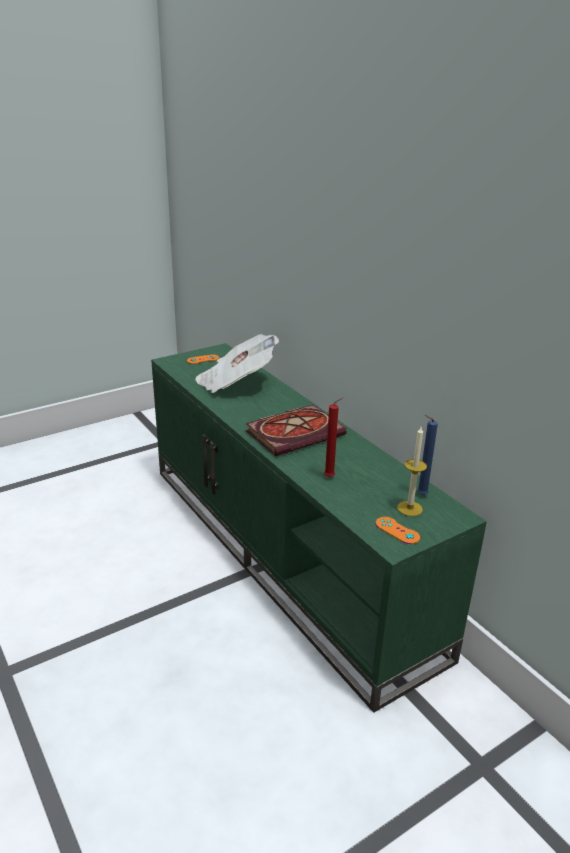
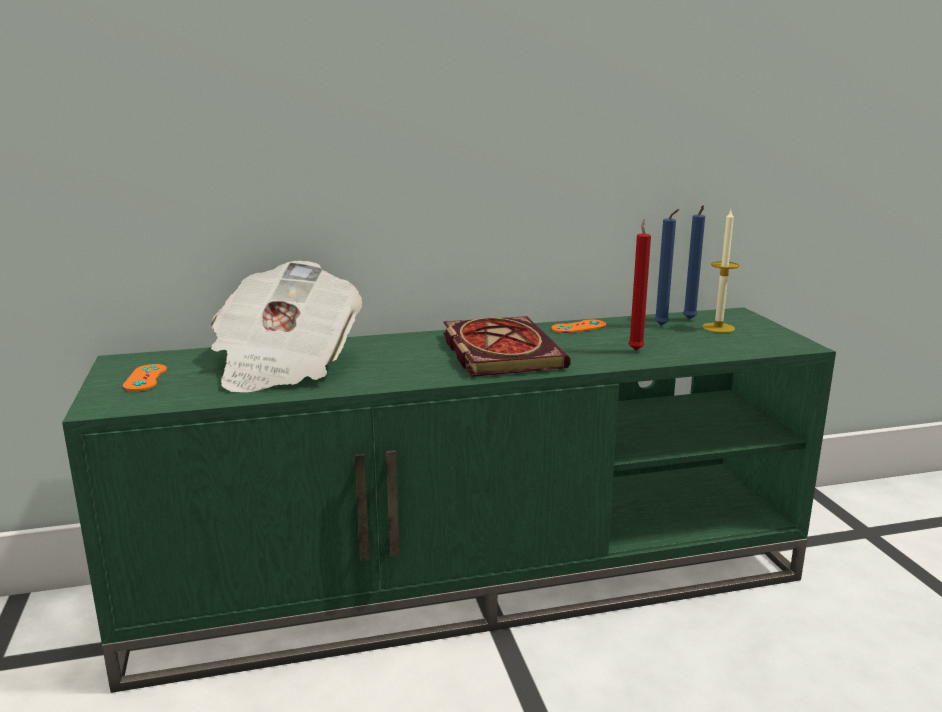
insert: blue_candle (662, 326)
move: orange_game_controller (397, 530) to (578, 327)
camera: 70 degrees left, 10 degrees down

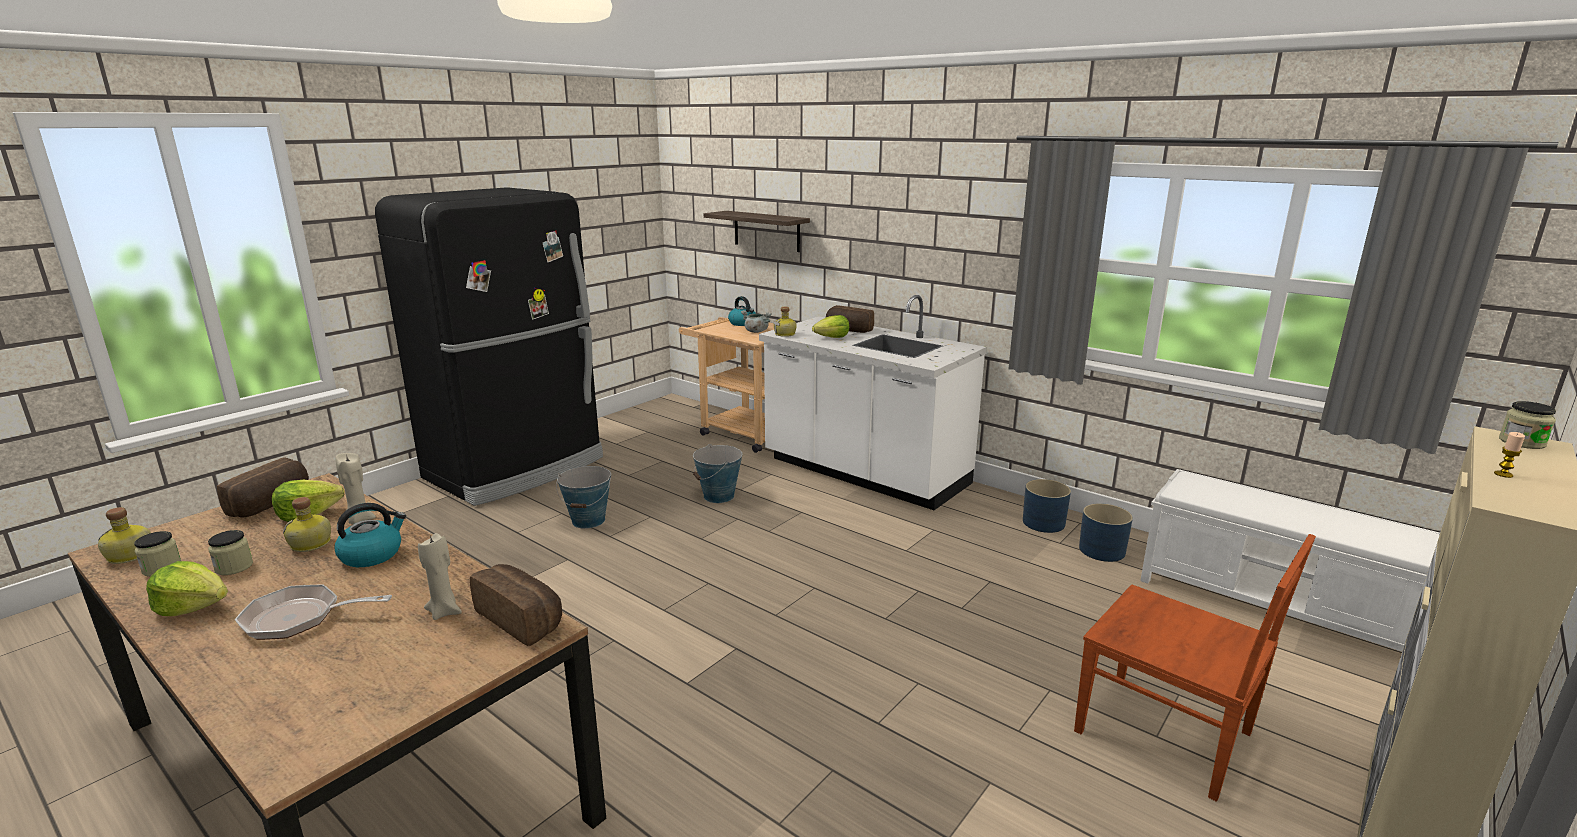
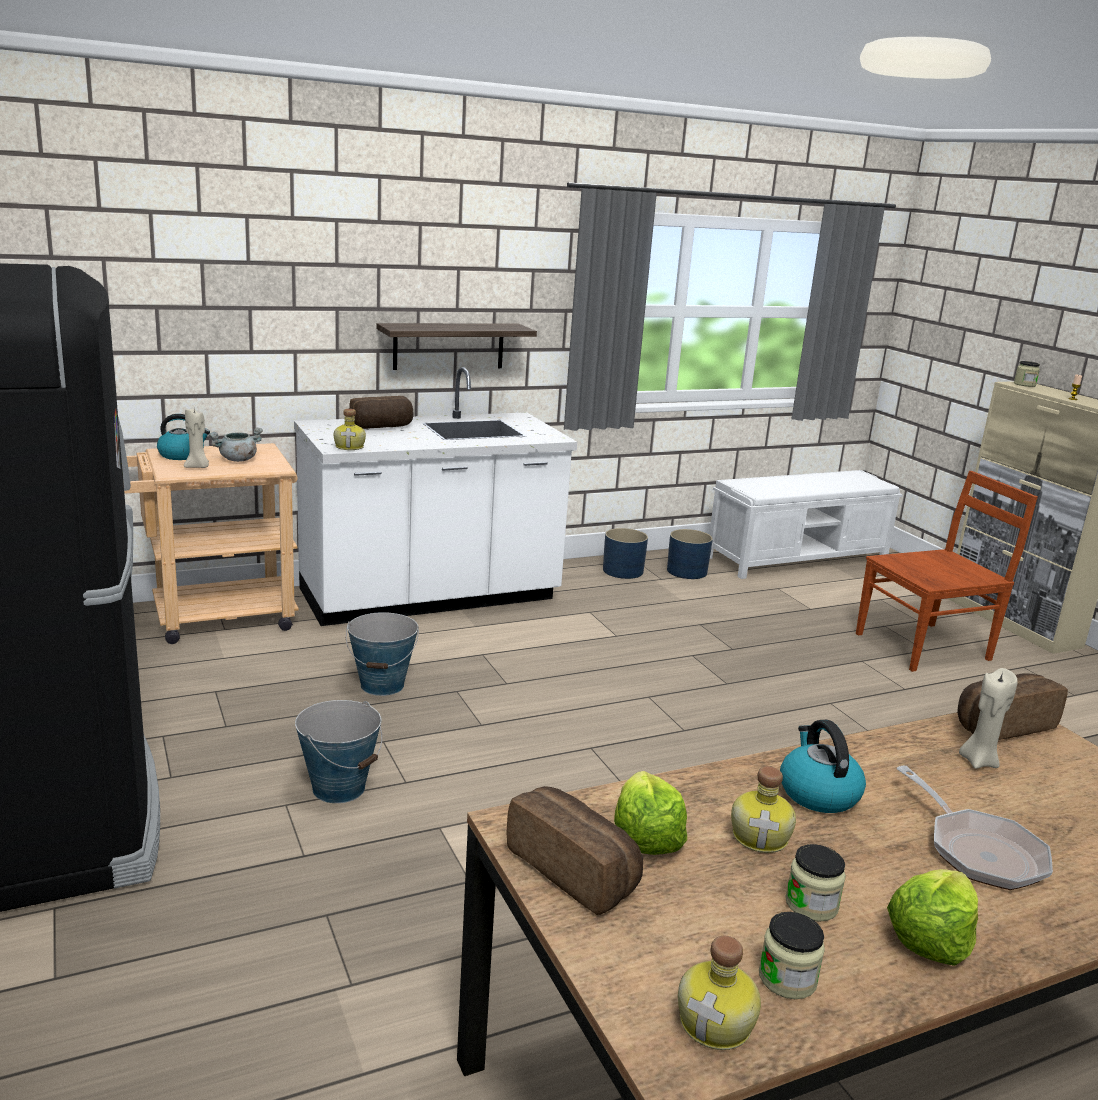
delete: lettuce (832, 338)
move: beige_candle (359, 520) to (198, 467); shelf (766, 231) to (449, 346)
rotate: frying_pan (299, 618) = (978, 851) 45 degrees counterclockwise
camera: 65 degrees left, 0 degrees up

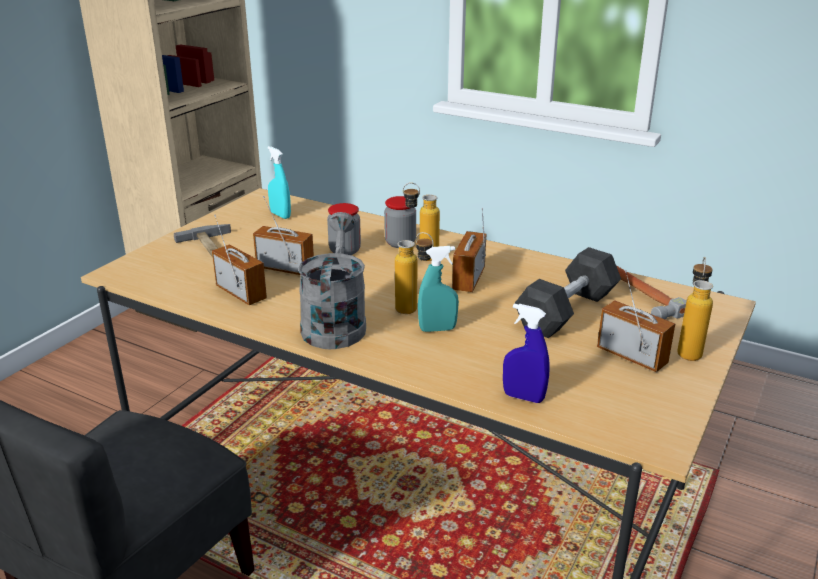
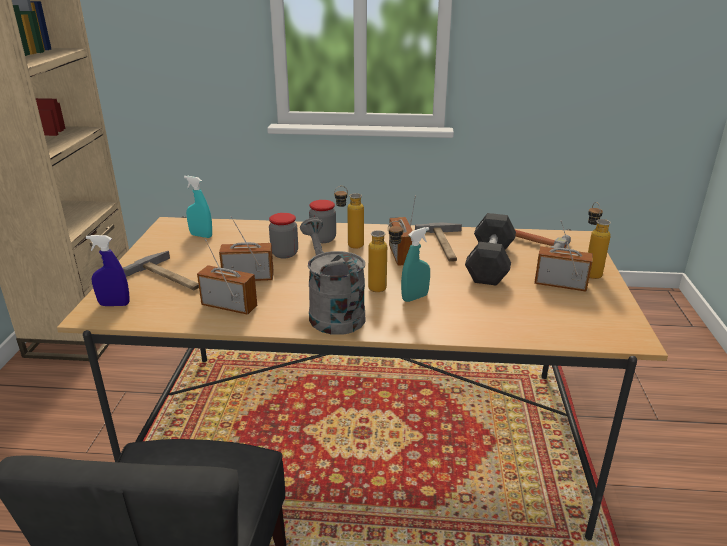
insert: hammer (445, 245)
move: blue_spray_bottle (523, 397) to (114, 304)
camera: 25 degrees left, 0 degrees up

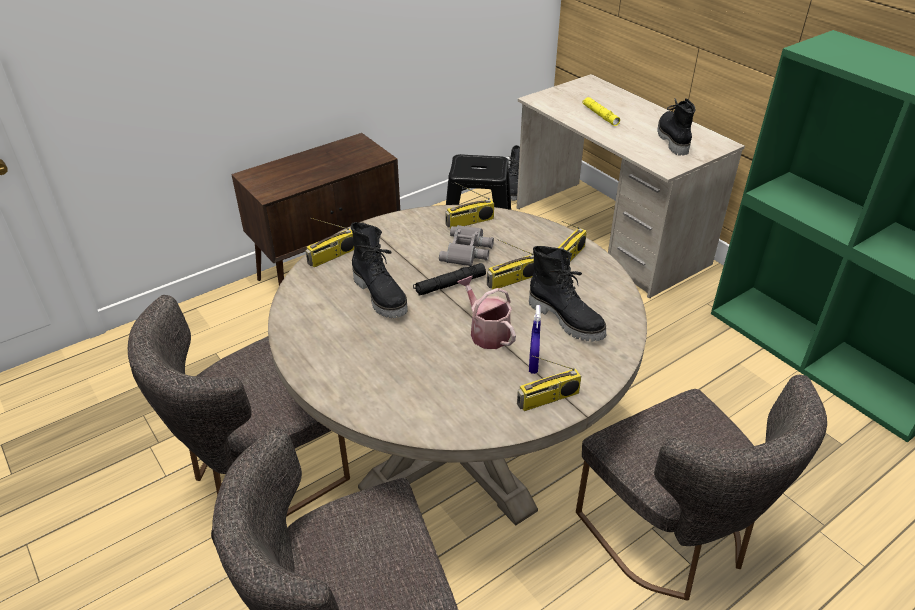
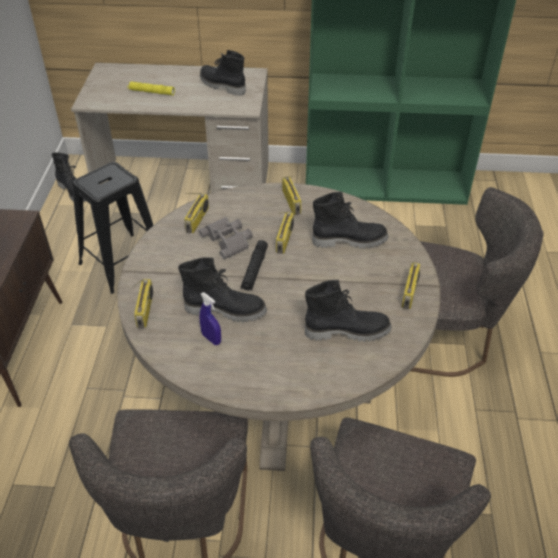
delete: watering_can (486, 332)
insert: black_boot (347, 330)
move: blue_spray_bottle (533, 365) to (211, 339)
camera: 50 degrees left, 5 degrees up

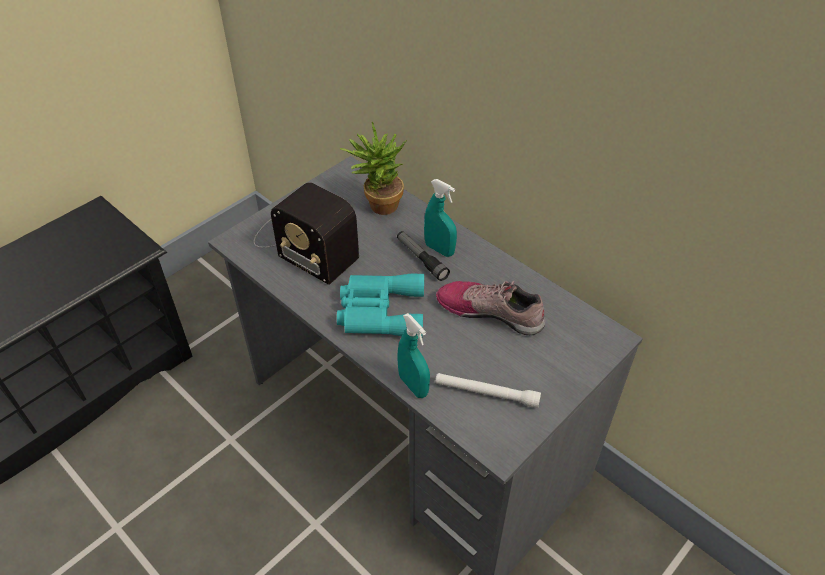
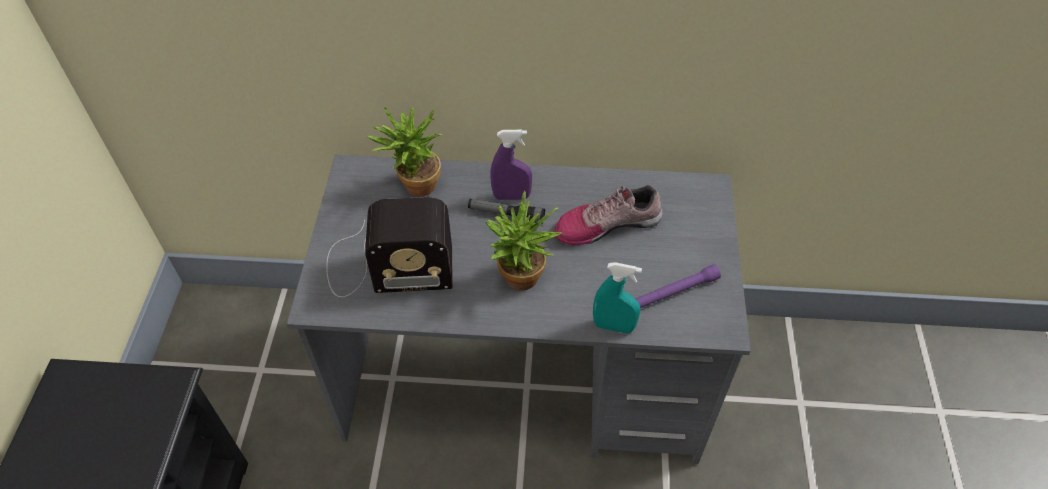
replace: turquoise_binoculars (379, 311) to potted_plant (520, 283)
recolor: turquoise_spray_bottle (439, 249) to purple_spray_bottle (511, 196); white_flashlight (486, 393) to purple_flashlight (672, 293)
camera: 40 degrees left, 5 degrees up

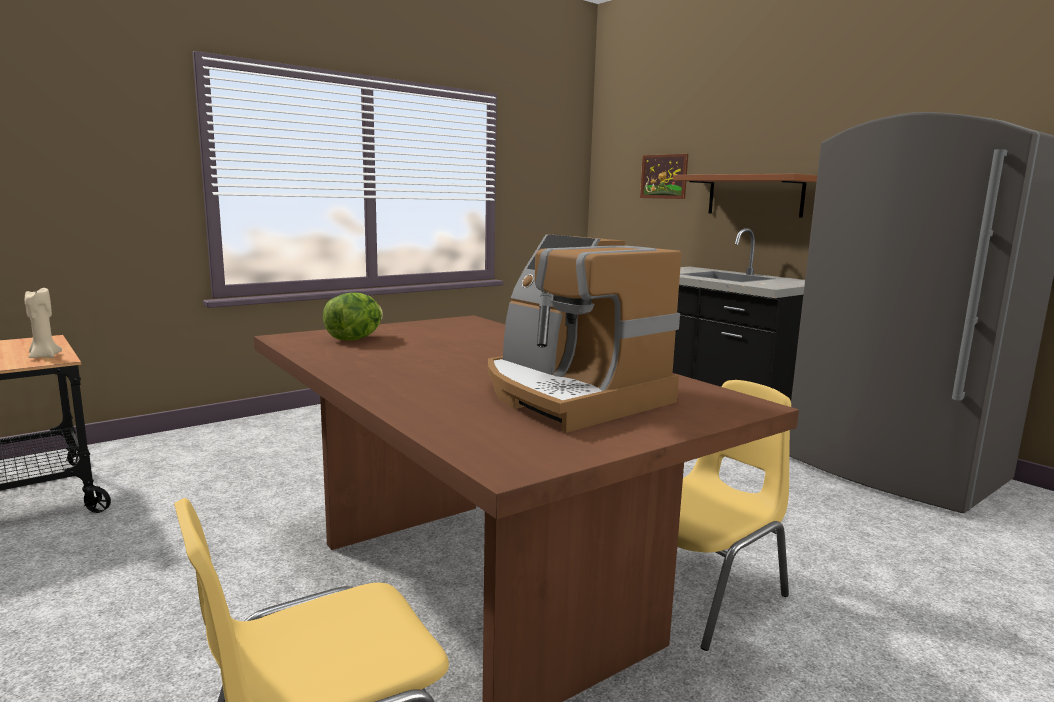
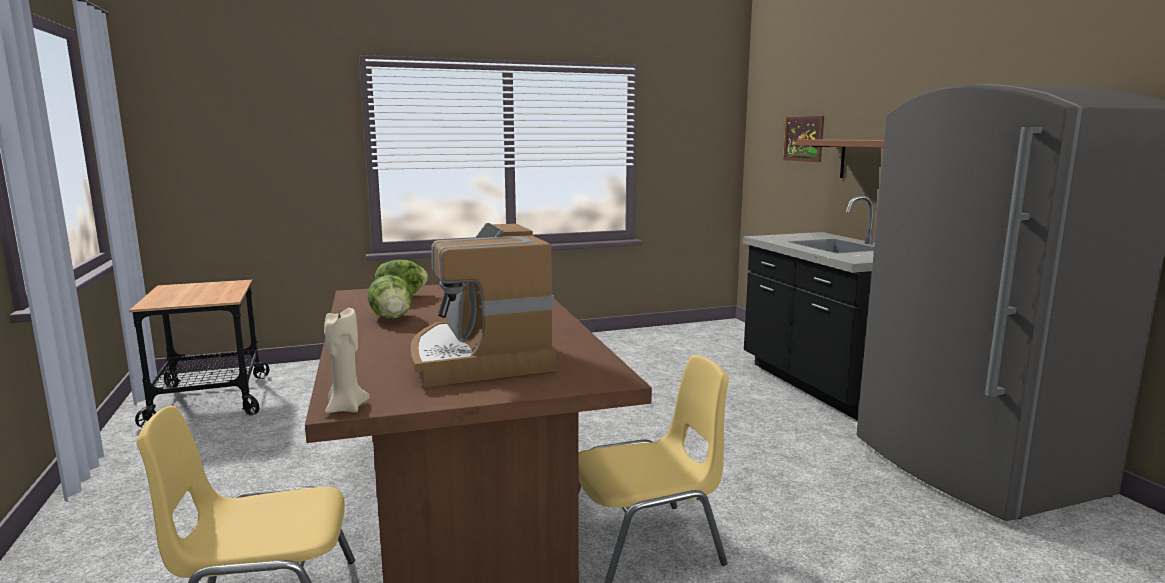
insert: lettuce (392, 318)
move: beige_candle (44, 356) to (346, 408)
camera: 20 degrees right, 0 degrees up

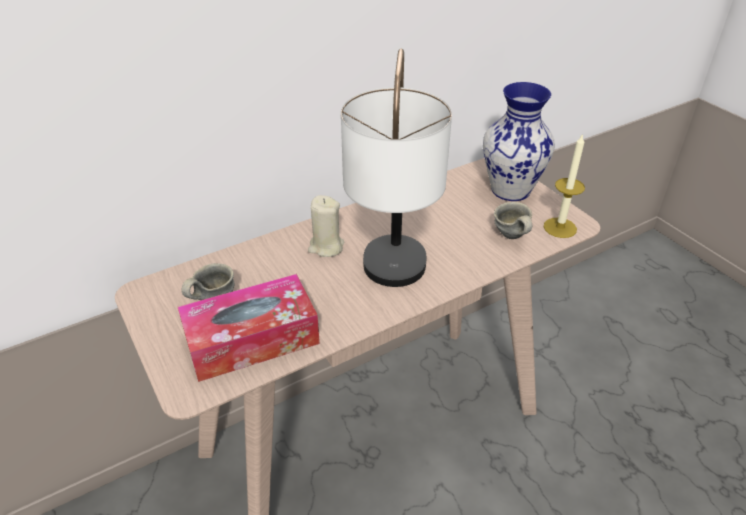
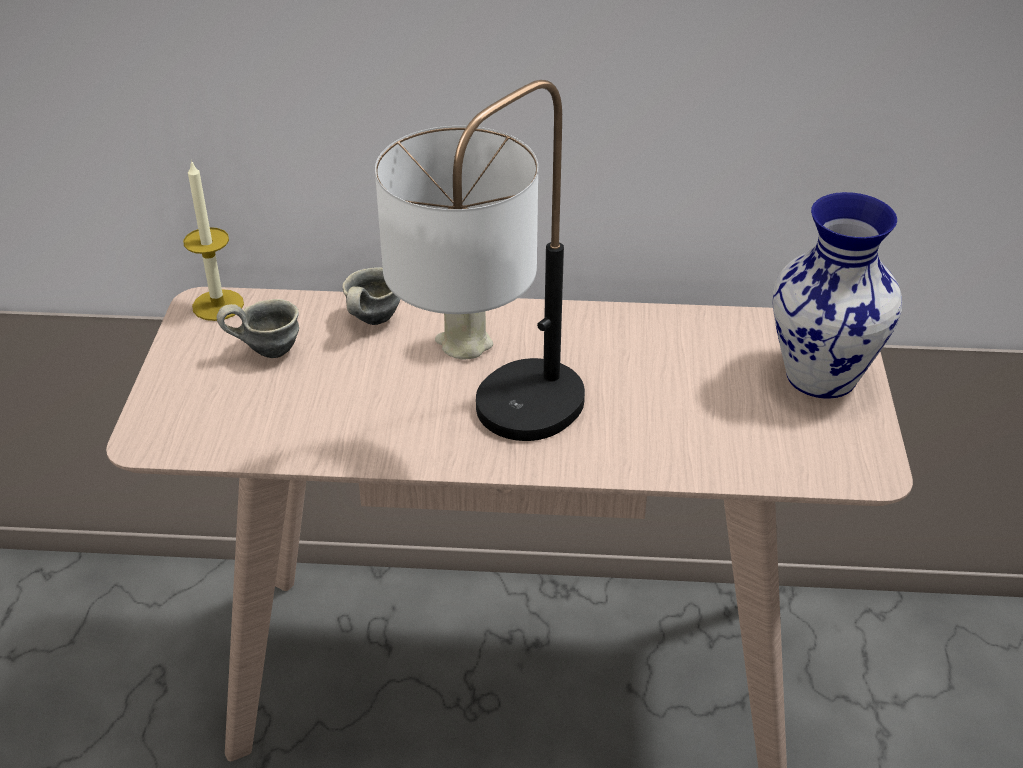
delete: tissue_box (252, 340)
move: candle (560, 228) to (218, 305); grey_mug (510, 237) to (369, 321)
camera: 35 degrees right, 0 degrees up

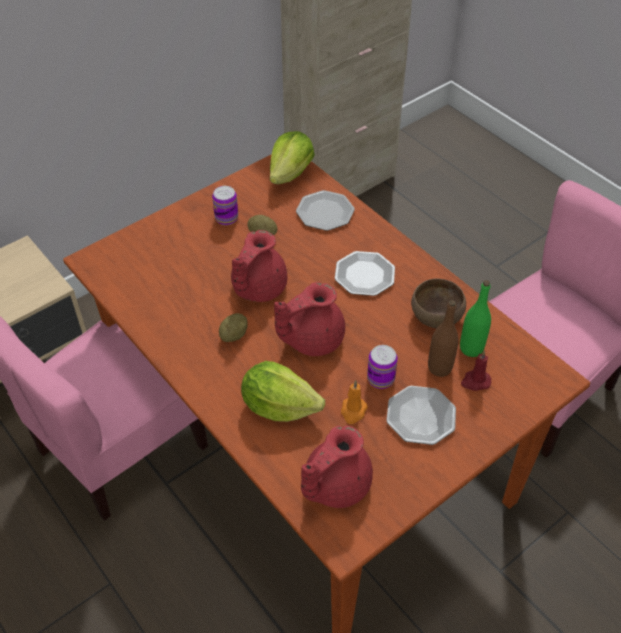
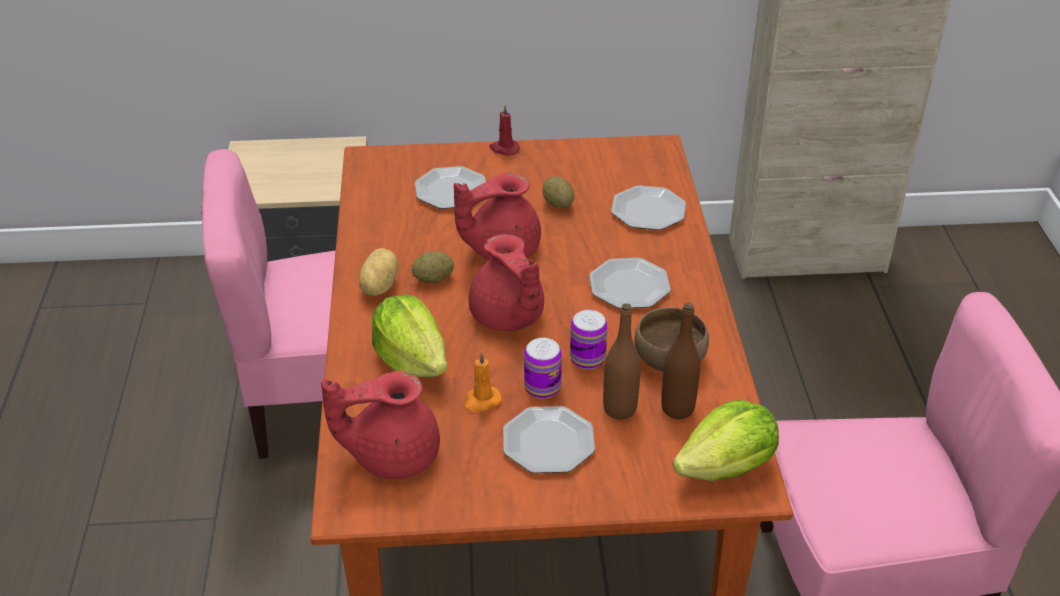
insert: potato (377, 286); plate (451, 191)
move: red_candle (475, 381) to (504, 149); can (226, 218) to (587, 358); lettuce (291, 174) to (727, 468)
recolor: green_bottle (471, 348) to brown_bottle (677, 408)
rotate: red_teapot (311, 339) = (508, 318) 120 degrees counterclockwise
camera: 35 degrees right, 10 degrees down

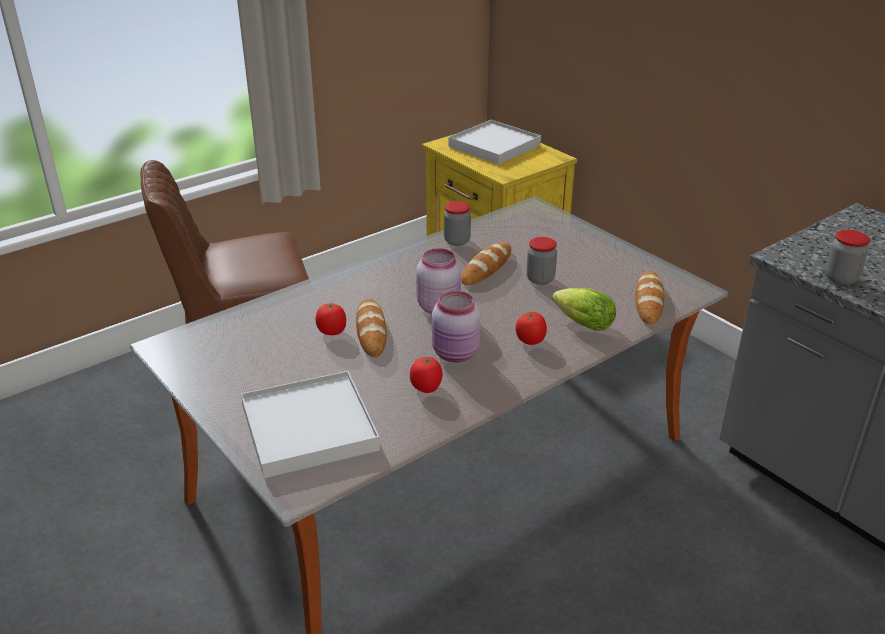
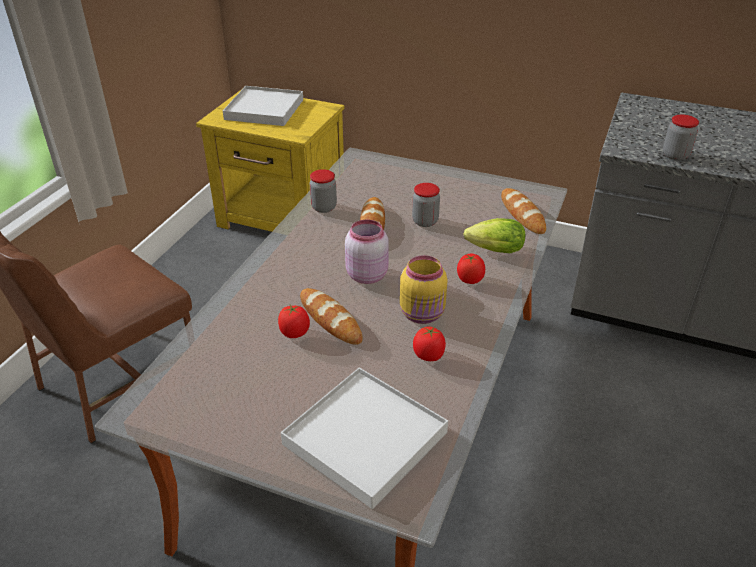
recolor: pink_jar (456, 354) to yellow_jar (423, 314)
camera: 30 degrees left, 5 degrees up

